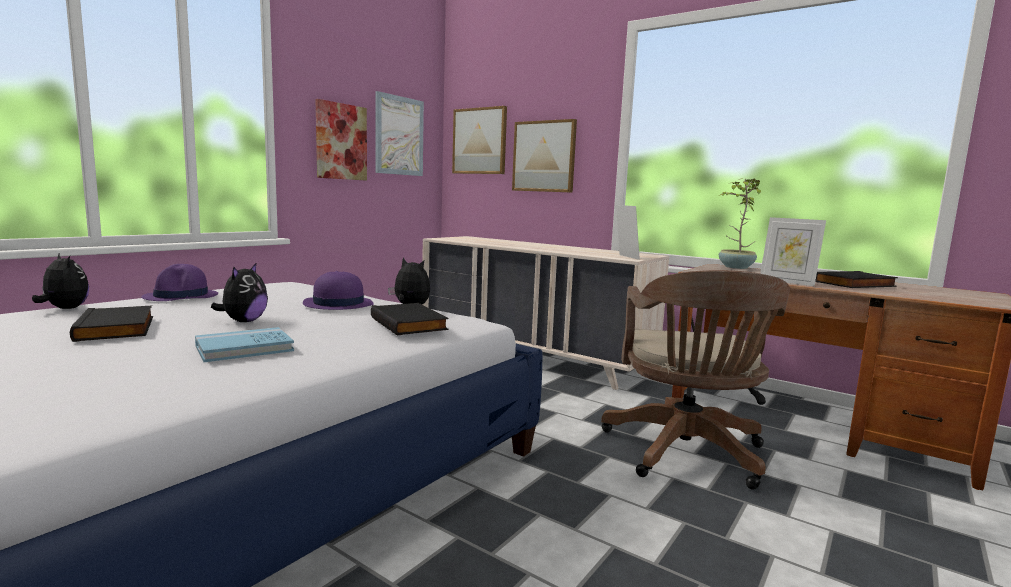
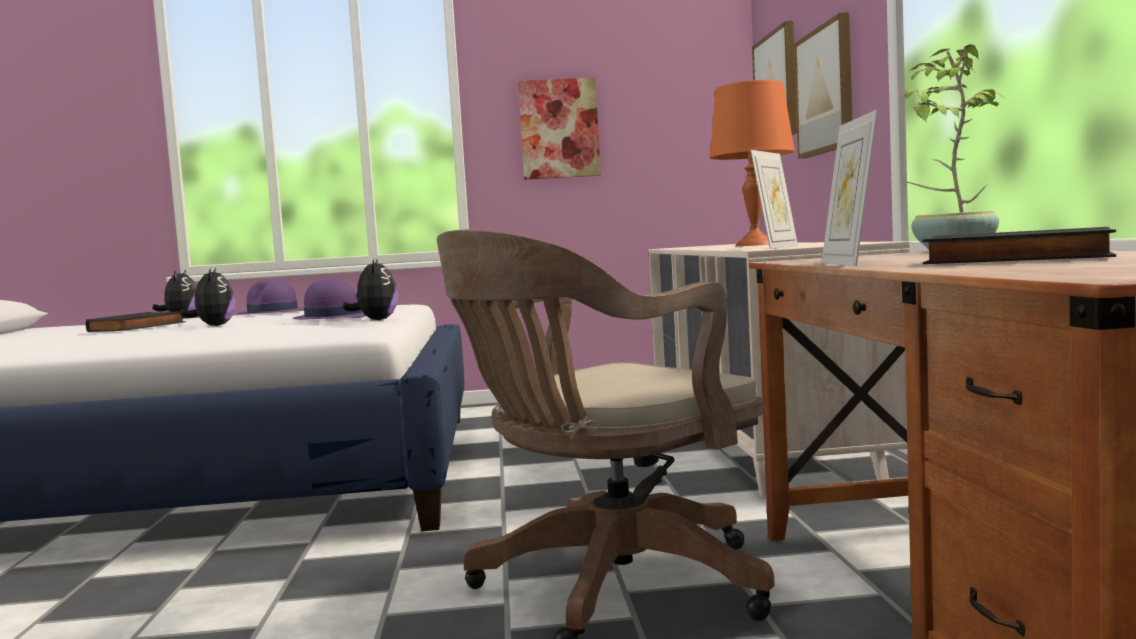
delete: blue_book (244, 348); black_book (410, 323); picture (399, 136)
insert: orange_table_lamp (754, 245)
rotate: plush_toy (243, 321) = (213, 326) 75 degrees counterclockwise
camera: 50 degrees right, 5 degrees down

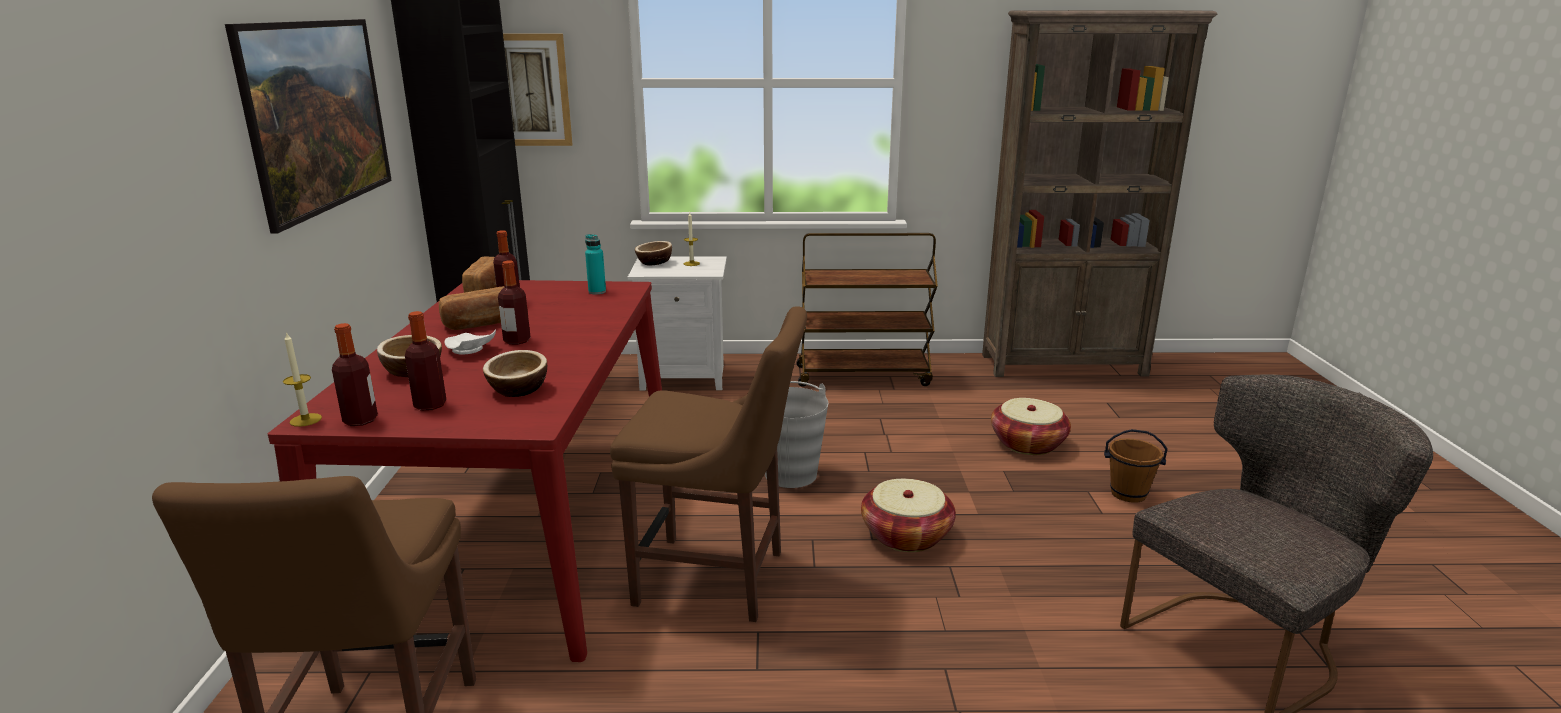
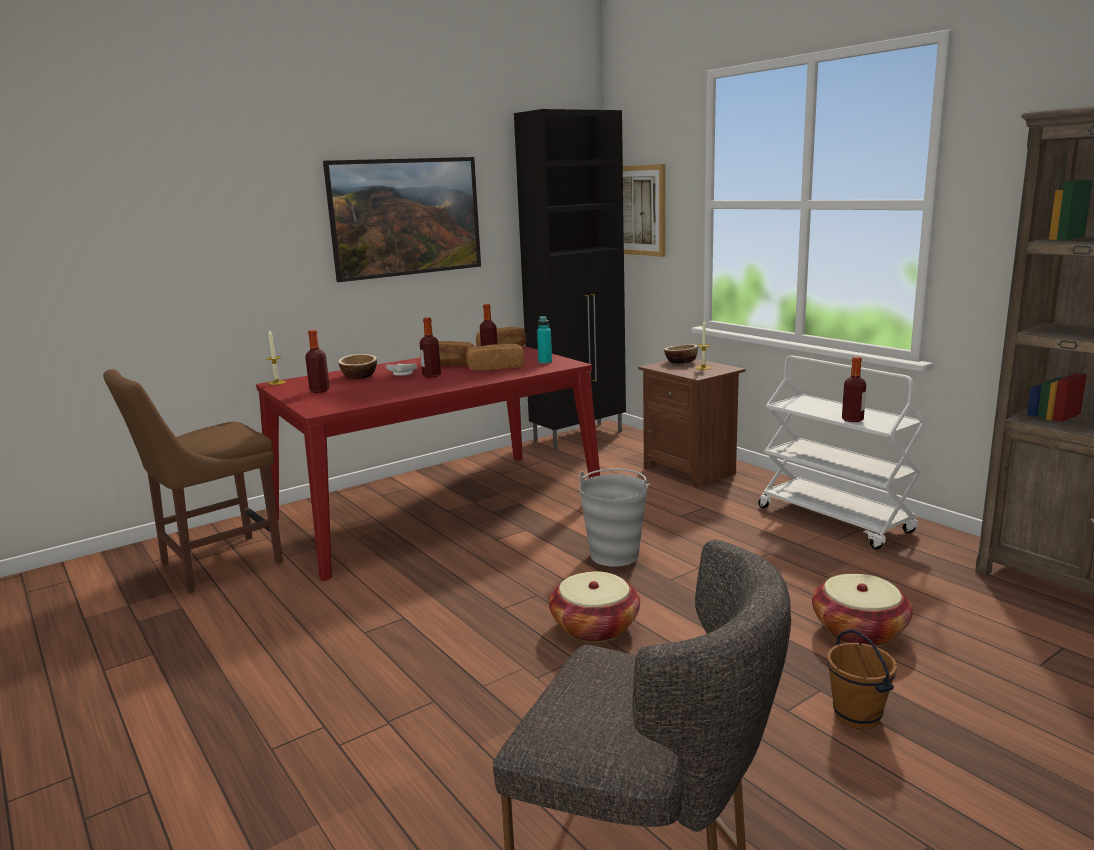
delete: bowl (518, 389); brown_chair (717, 579)
insert: bread (495, 368)
move: bottle (360, 420) to (852, 420)
recolor: white_nightstand (684, 377) to brown_nightstand (690, 471); brown_cart (863, 375) to white_cart (835, 520)
camera: 55 degrees right, 5 degrees down

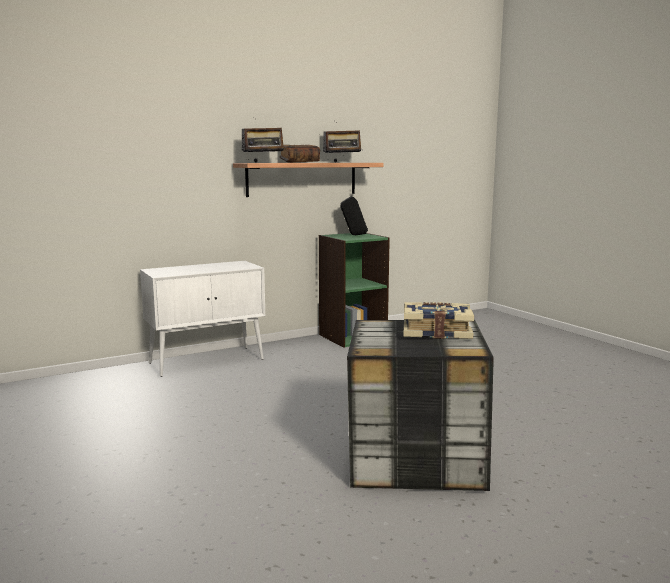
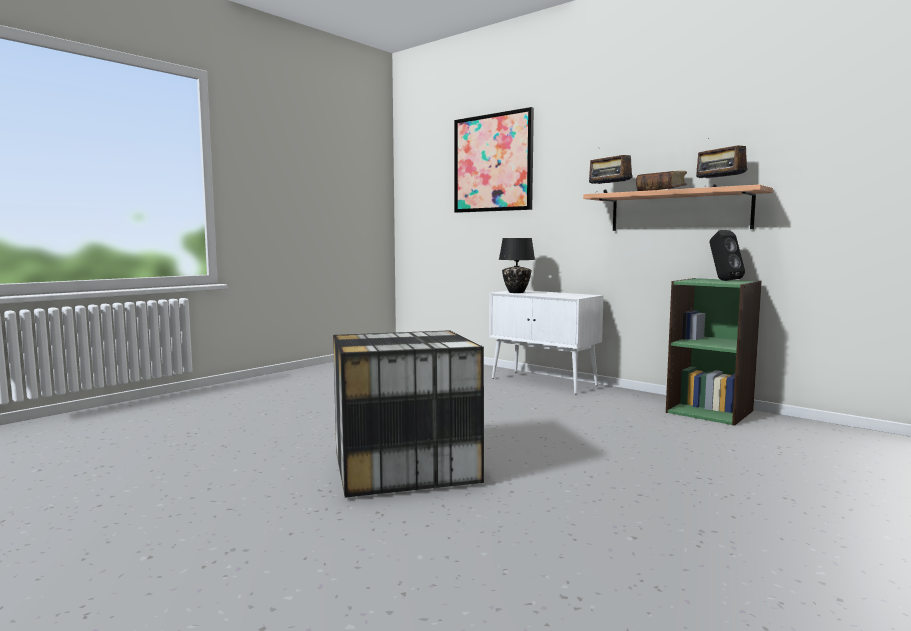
delete: book (436, 332)
insert: picture (493, 163); black_table_lamp (516, 292)
camera: 70 degrees right, 5 degrees down

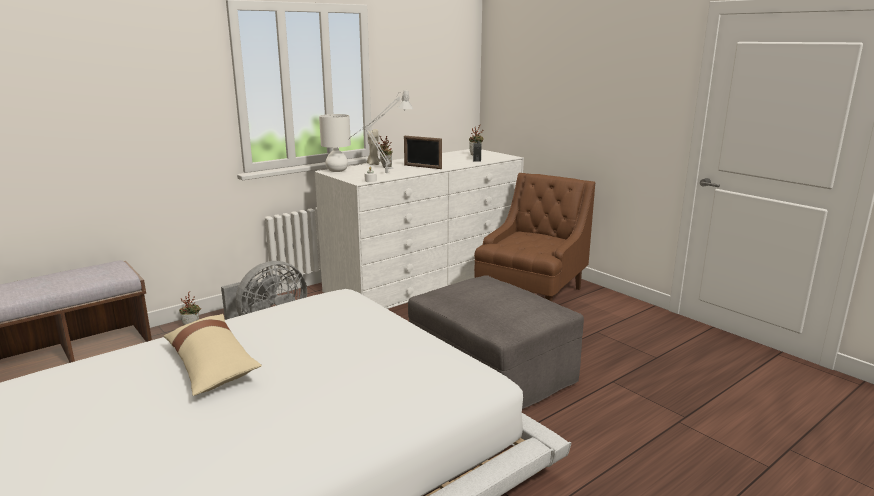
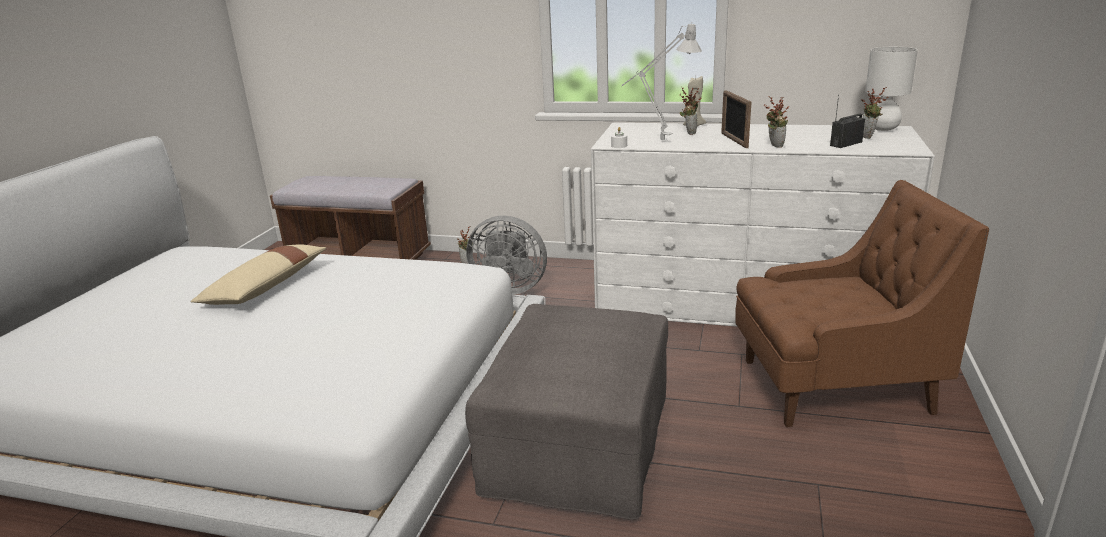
insert: potted_plant (773, 145)
move: white_table_lamp (337, 170) to (883, 129)
camera: 55 degrees right, 5 degrees up

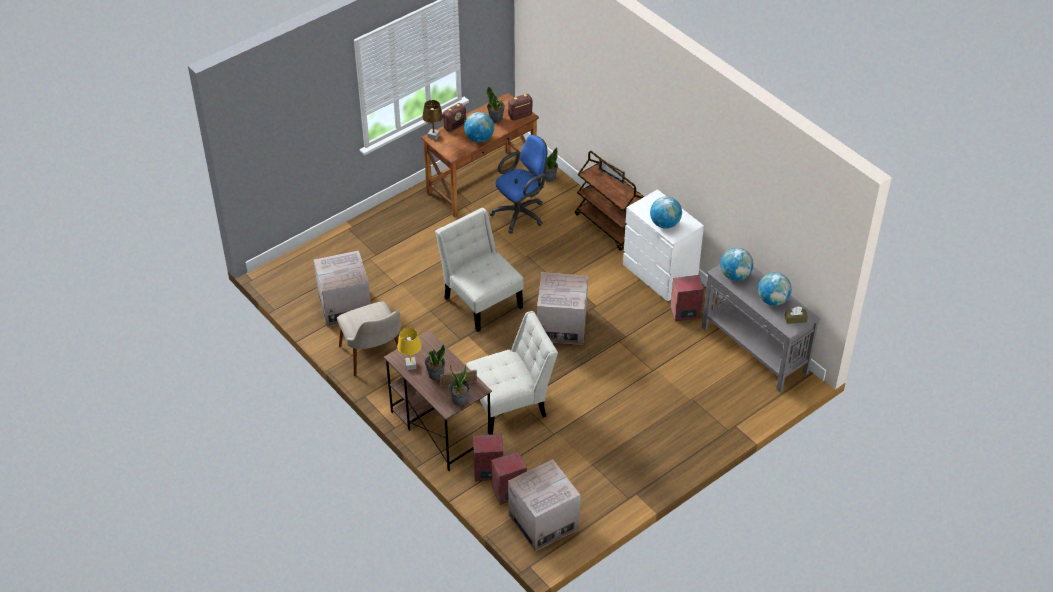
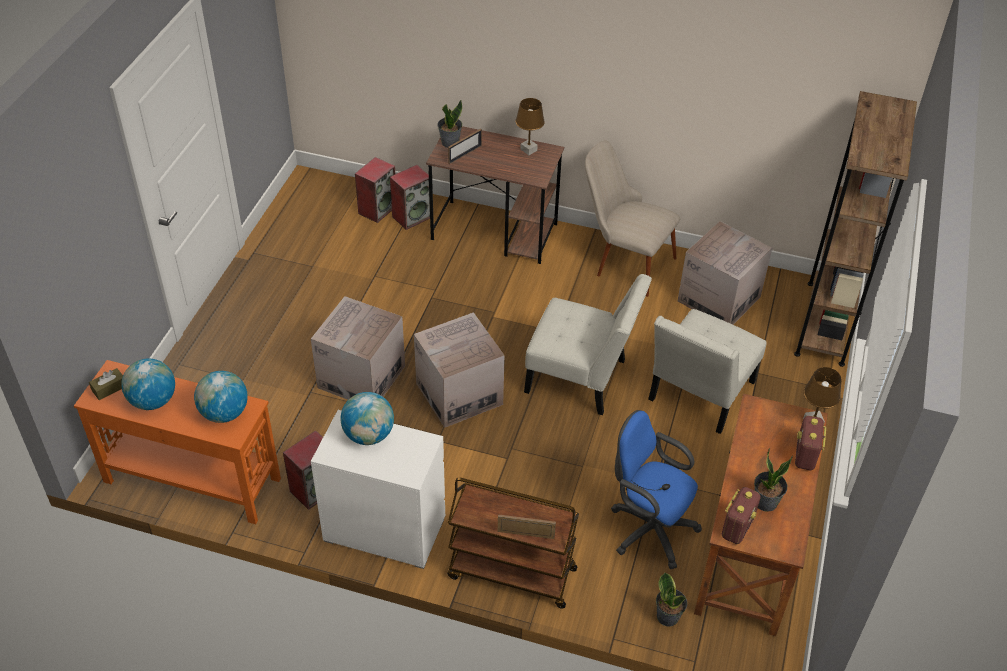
delete: potted_plant (435, 374); globe (479, 138)
insert: brown_bookcase (825, 322)
move: cardboard_box (543, 522) to (361, 376); white_chair (511, 403) to (698, 395)
recolor: grey_console_table (754, 350) to orange_console_table (192, 479); yellow_table_lamp (410, 365) to brown_table_lamp (529, 150)
rotate: blue_office_chair (521, 213) = (648, 528) 105 degrees clockwise
camera: 145 degrees right, 0 degrees up

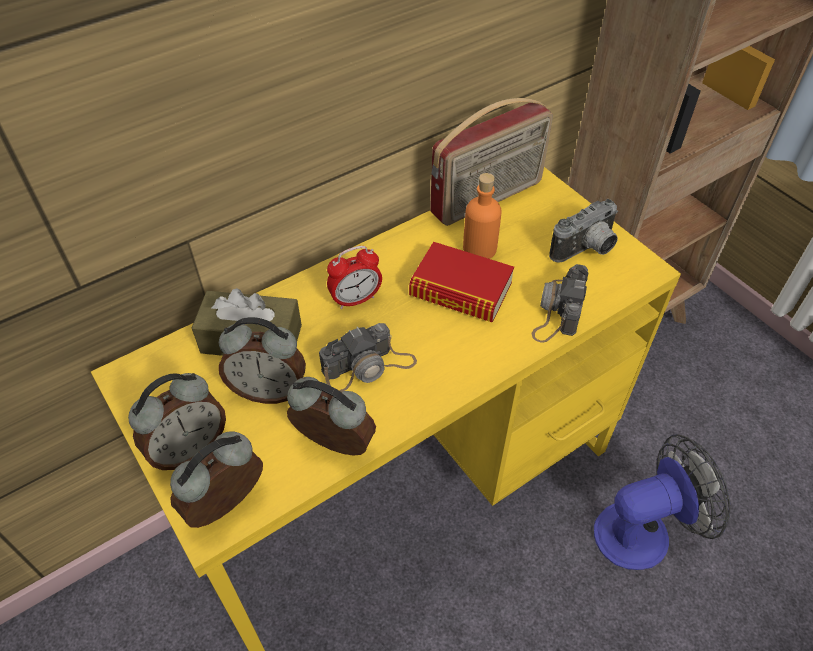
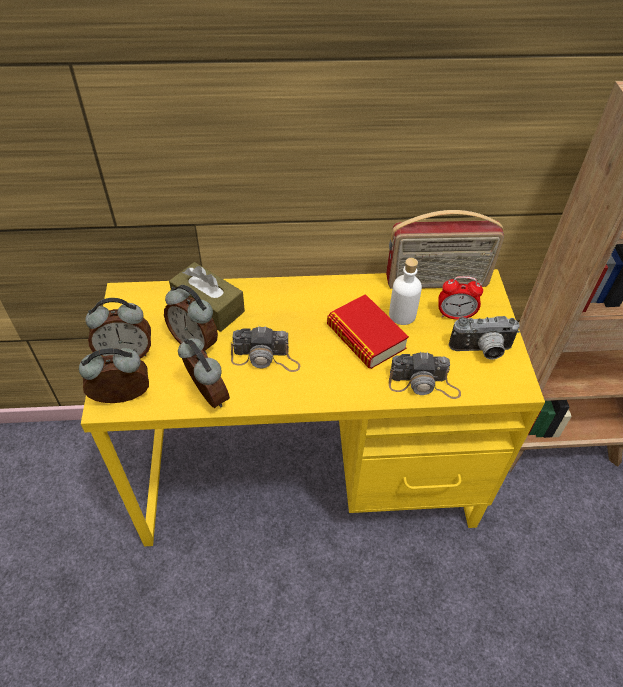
delete: fan (643, 531)
move: alarm_clock (356, 299) to (455, 315)
recolor: orange_bottle (479, 249) to white_bottle (402, 315)
rotate: photo_camera (558, 311) = (424, 384) 135 degrees counterclockwise
camera: 30 degrees right, 0 degrees up

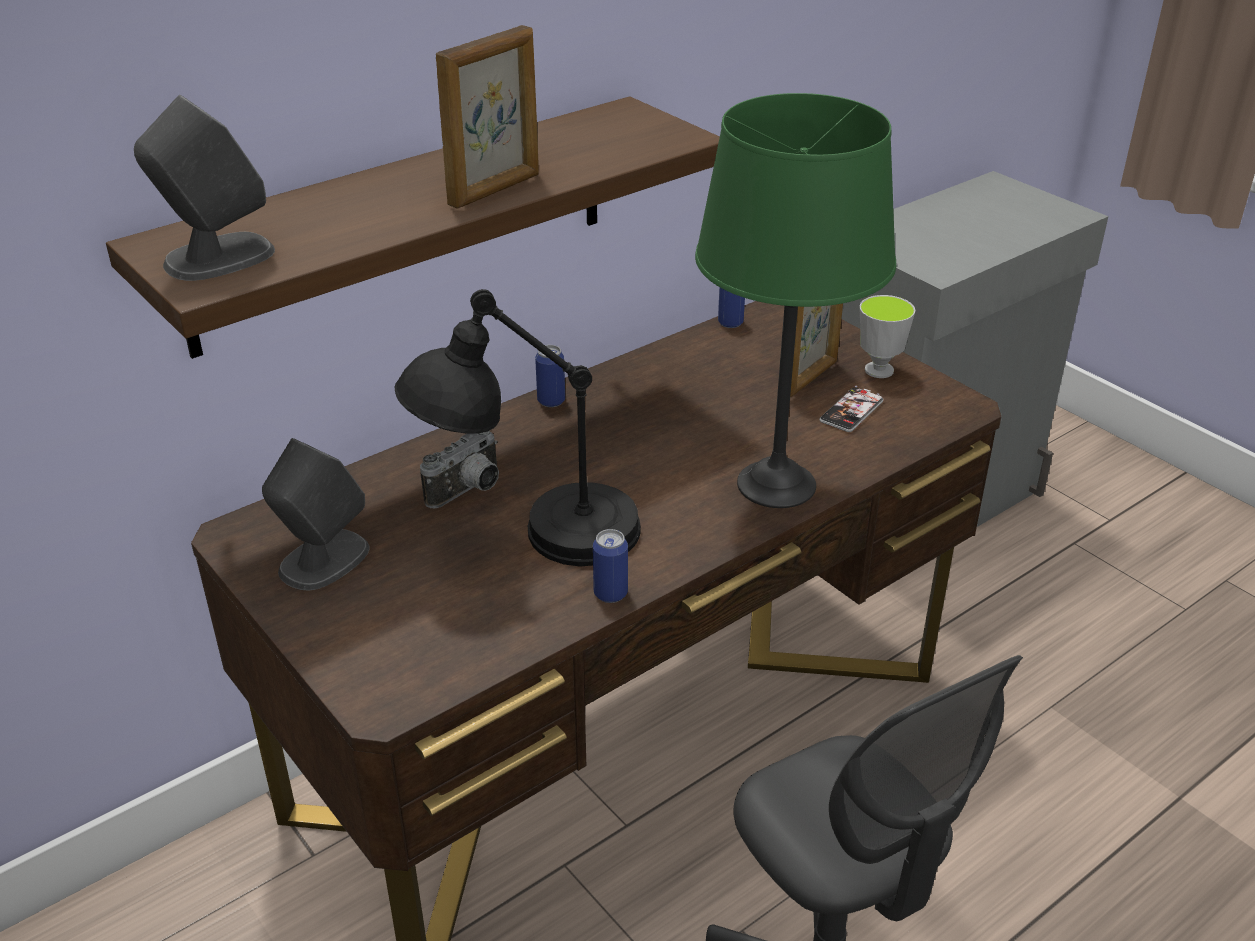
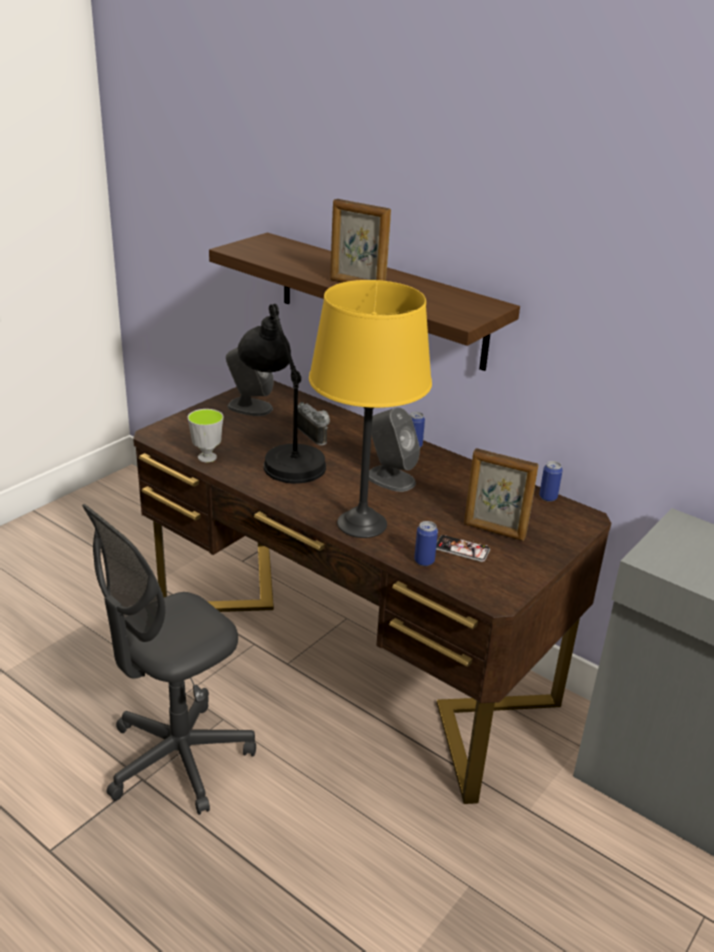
move: cup (879, 370) to (207, 457); grey_speaker (217, 258) to (390, 478); can (610, 593) to (424, 561)
recolor: green_table_lamp (776, 484) to yellow_table_lamp (362, 524)
rotate: photo_camera (469, 491) = (316, 433) 150 degrees counterclockwise
camera: 75 degrees right, 5 degrees down

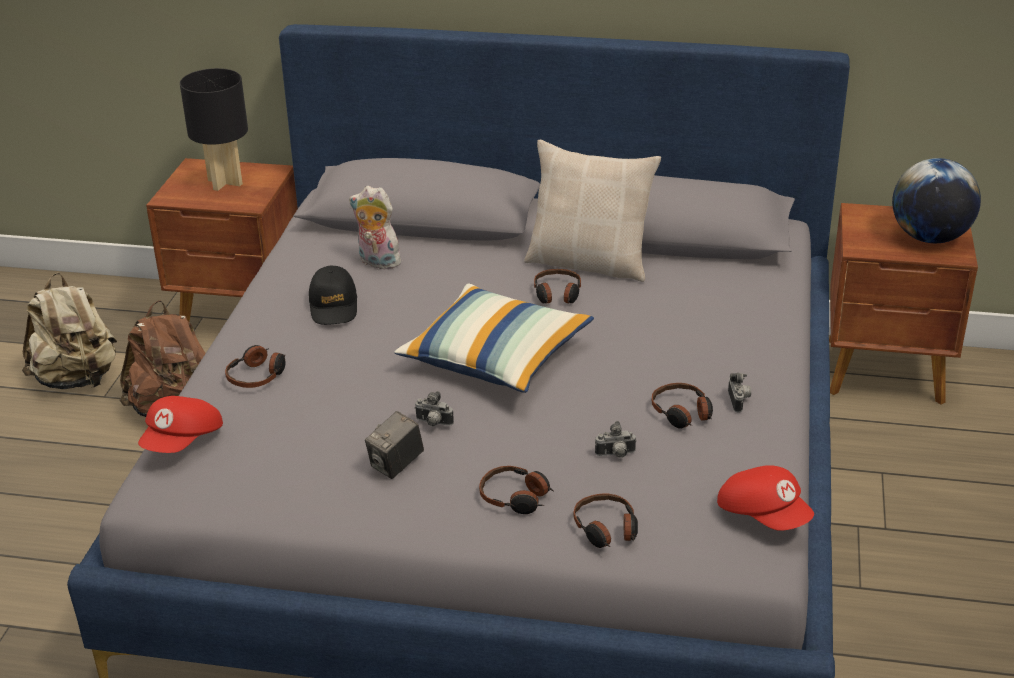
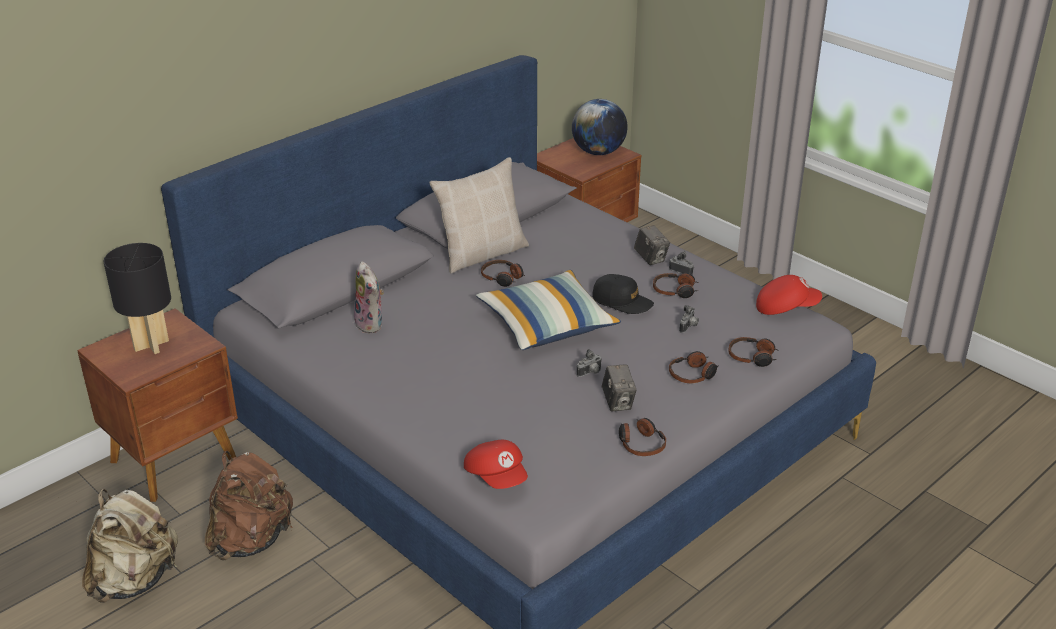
insert: photo_camera (651, 258)
move: black_cap (334, 306) to (622, 301); headphones (257, 375) to (640, 444)
rotate: plush_toy (377, 262) = (371, 324) 90 degrees counterclockwise
camera: 55 degrees left, 0 degrees up

